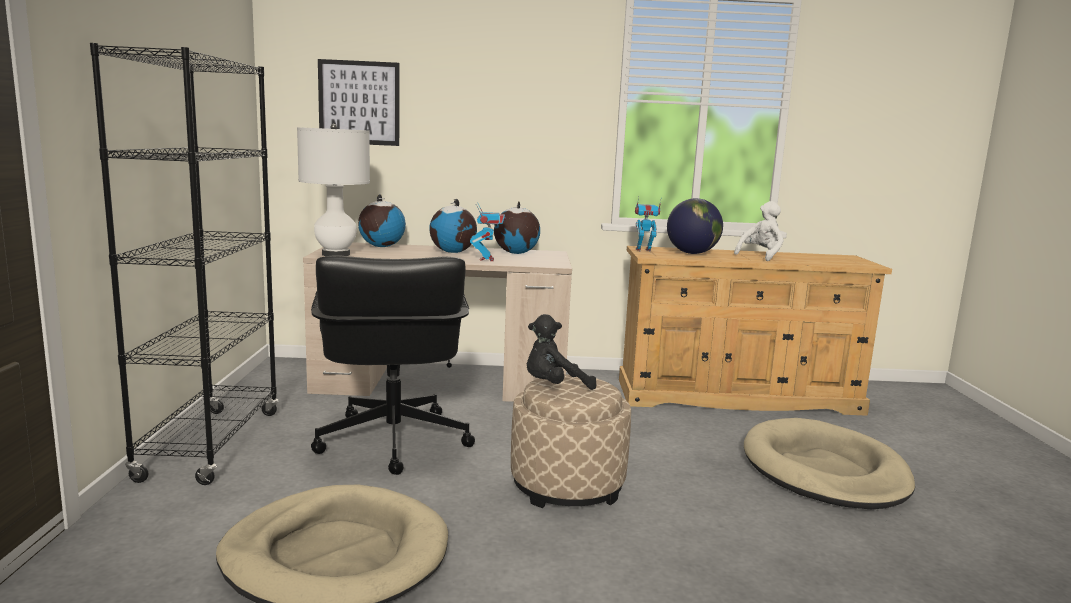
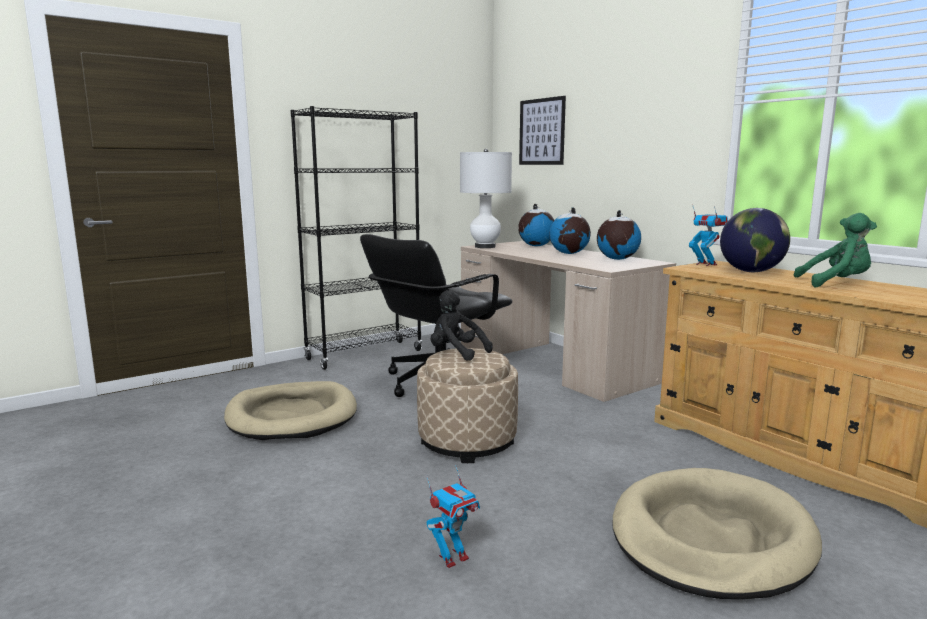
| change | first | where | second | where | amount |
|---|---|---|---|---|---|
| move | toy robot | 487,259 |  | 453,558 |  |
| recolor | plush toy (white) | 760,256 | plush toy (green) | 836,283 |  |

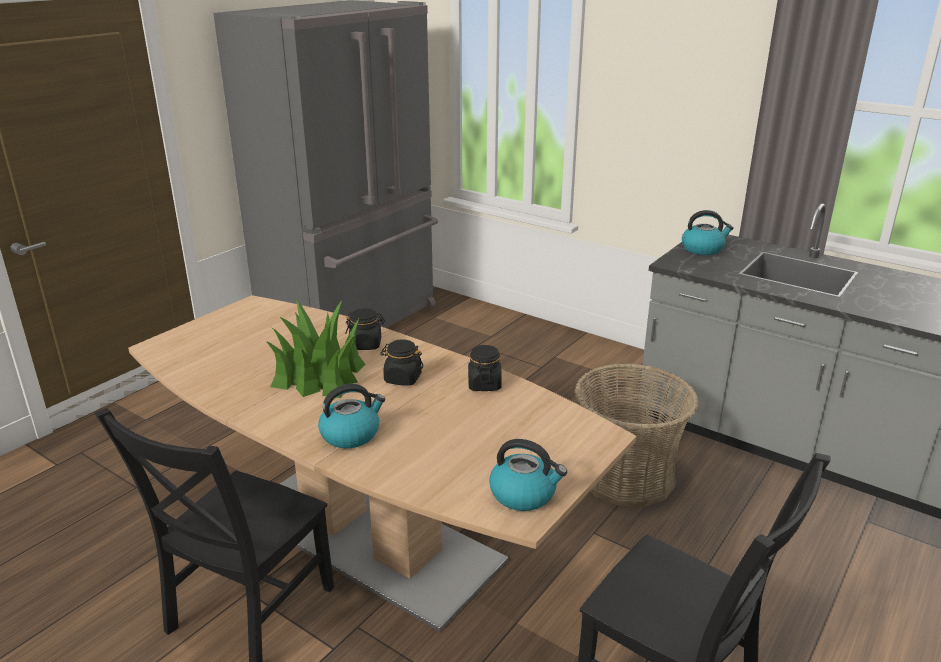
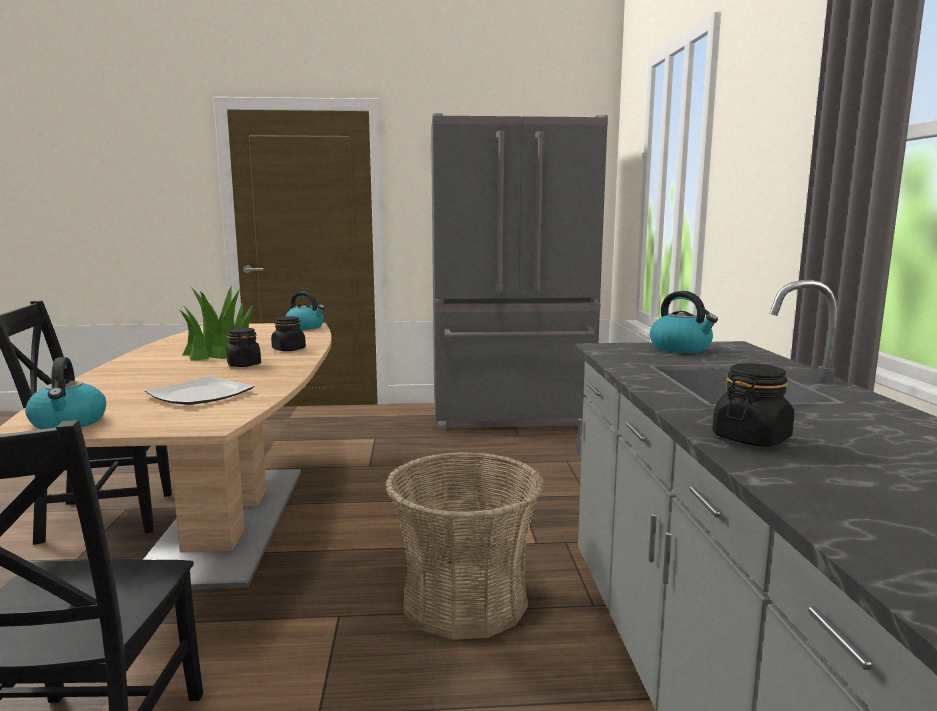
| change | first | where | second | where | amount |
|---|---|---|---|---|---|
| insert |  |  | plate | 202,395 |  |
| move | kettle | 351,434 |  | 305,327 |  |
| move | jar (black) | 484,384 |  | 751,438 |  |

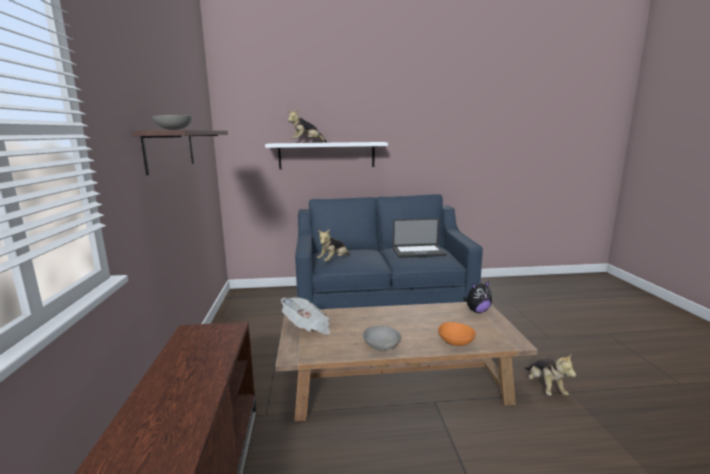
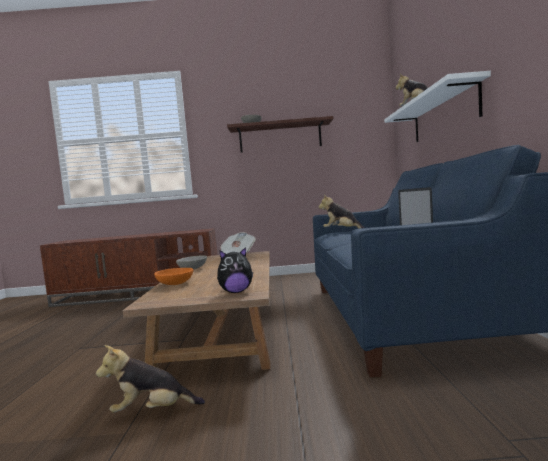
| change | first | where | second | where | amount |
|---|---|---|---|---|---|
| rotate | plush toy | 477,311 |  | 236,292 | 90 degrees counterclockwise |

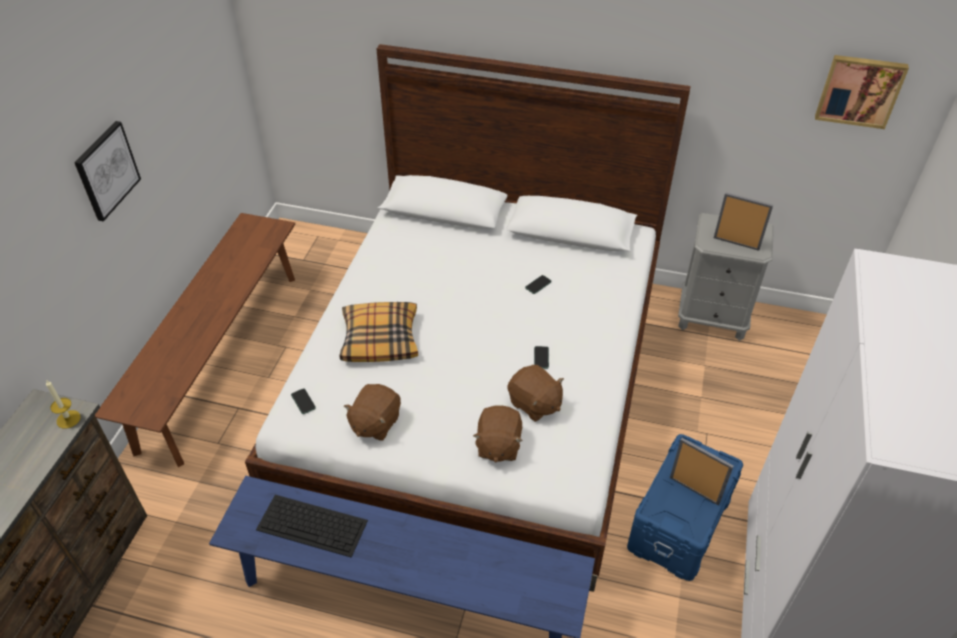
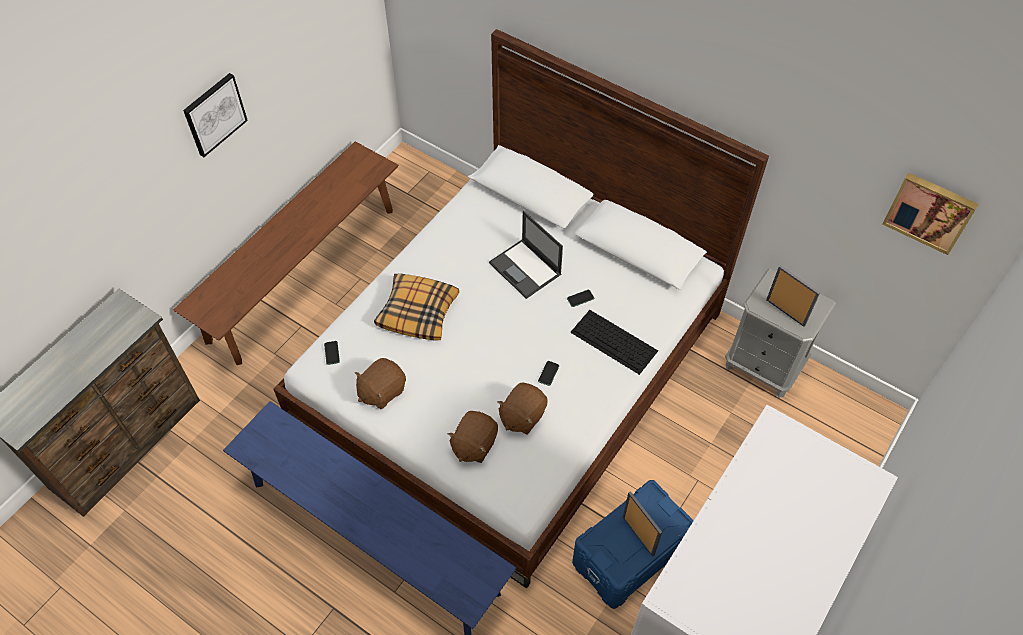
| change | first | where | second | where | amount |
|---|---|---|---|---|---|
| delete | candle | 68,419 |  |  |  |
| insert |  |  | laptop | 526,269 |  |
| move | keyboard | 313,525 |  | 614,341 |  |
| rotate | plush toy (brown) | 534,404 |  | 522,416 | 60 degrees clockwise |

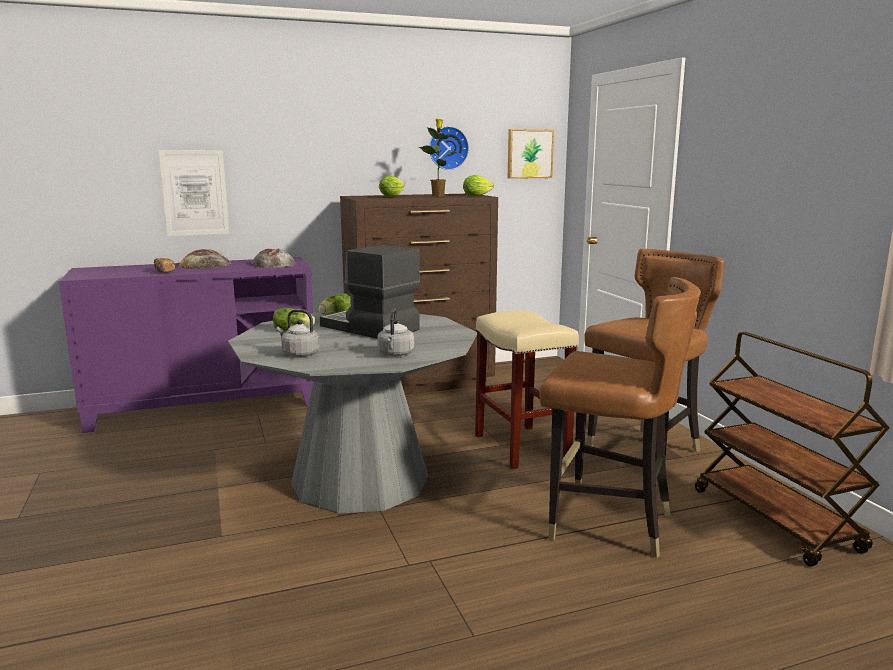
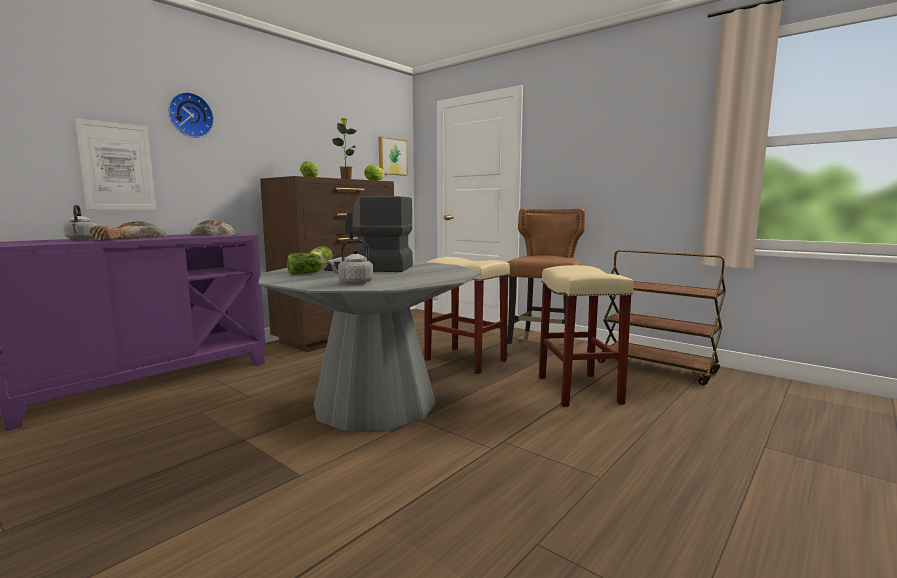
| change | first | where | second | where | amount |
|---|---|---|---|---|---|
| move | kettle (grey) | 395,354 |  | 81,239 |  |
| move | wall clock | 447,148 |  | 190,115 |  |
| replace | chair (brown) | 608,523 | stool (beige) | 579,390 |  |

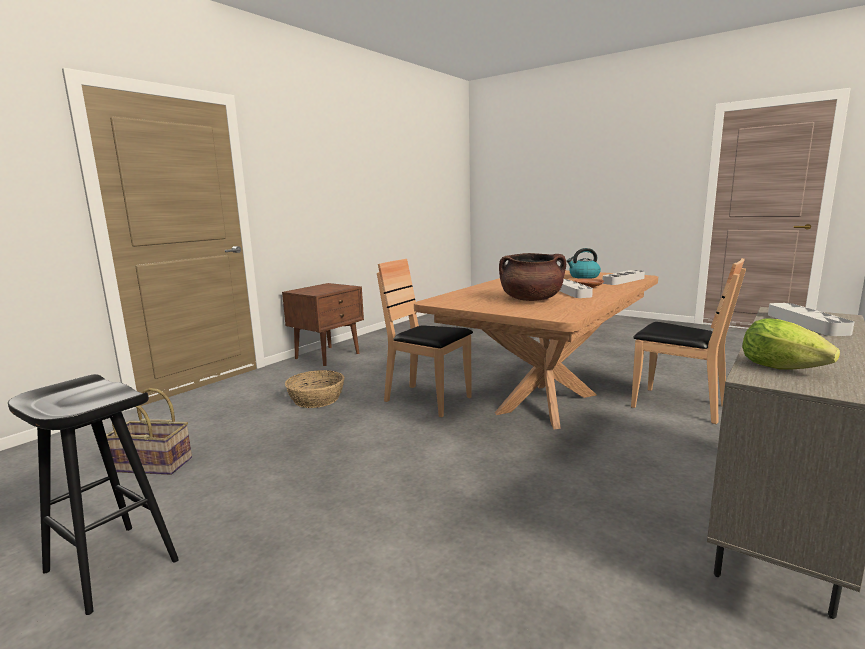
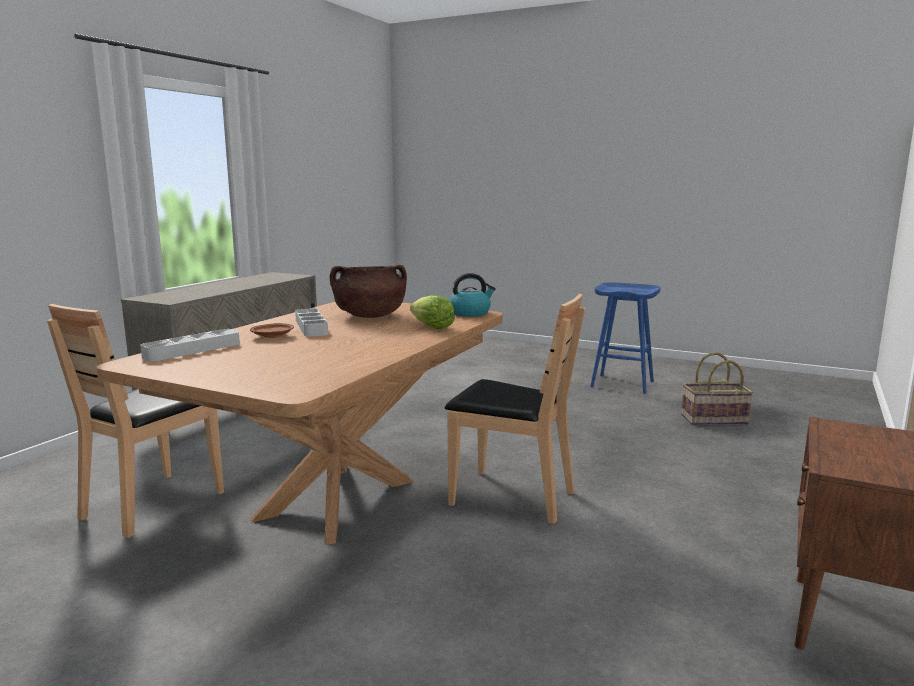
| change | first | where | second | where | amount |
|---|---|---|---|---|---|
| delete | basket | 316,399 |  |  |  |
| delete | tray (grey) | 806,324 |  |  |  |
| move | kettle | 583,277 |  | 470,313 |  |
| move | lettuce | 780,367 |  | 432,327 |  |
| recolor | stool (black) | 109,566 | stool (blue) | 623,384 |  |
| rotate | chair (brown) | 677,405 |  | 153,504 | 90 degrees counterclockwise |

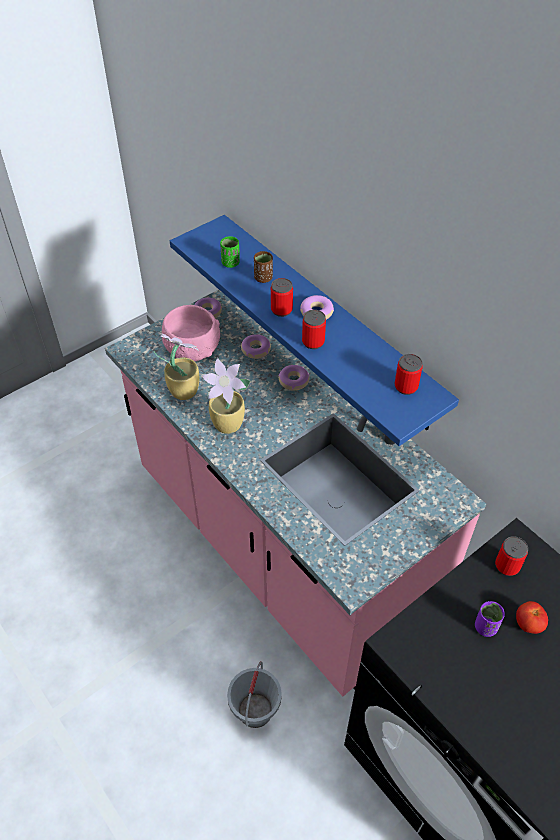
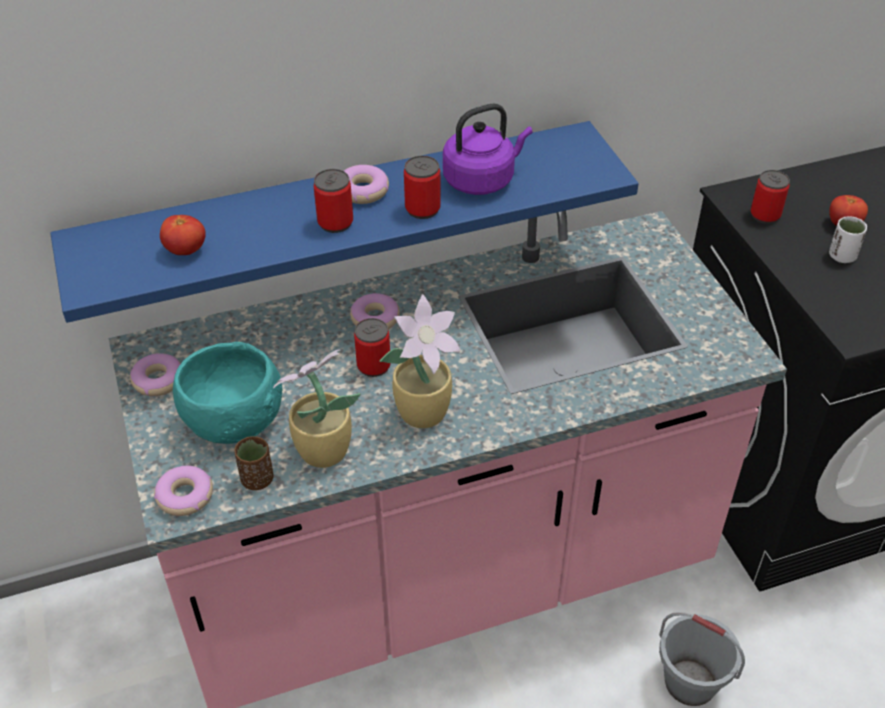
| change | first | where | second | where | amount |
|---|---|---|---|---|---|
| insert |  |  | kettle (purple) | 482,180 |  |
| move | donut | 256,350 |  | 185,496 |  |
| move | cup (brown) | 263,278 |  | 257,479 |  |
| move | can | 406,387 |  | 373,366 |  |
| replace | cup (green) | 230,263 | tomato | 186,251 |  |
| recolor | bowl (pink) | 192,348 | bowl (turquoise) | 232,419 |  |
| recolor | cup (purple) | 485,627 | cup (white) | 842,256 |  |

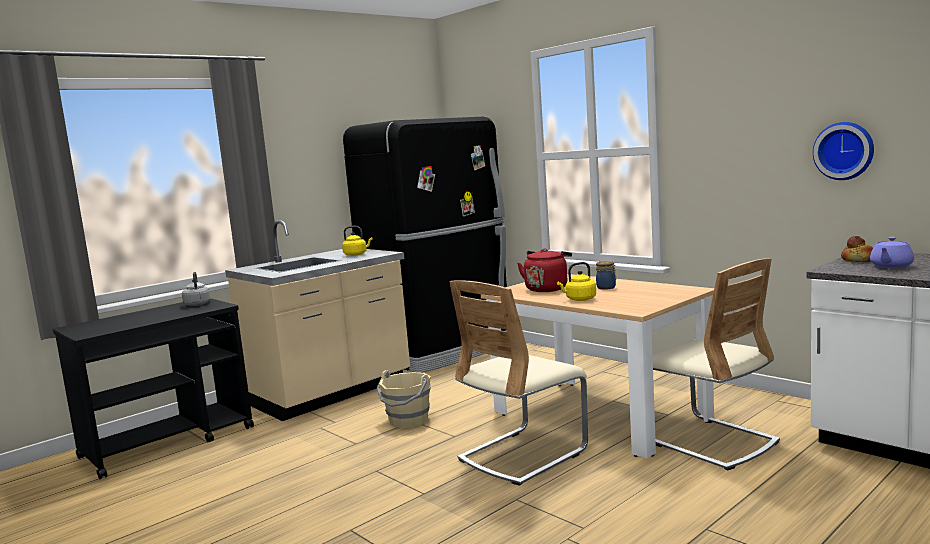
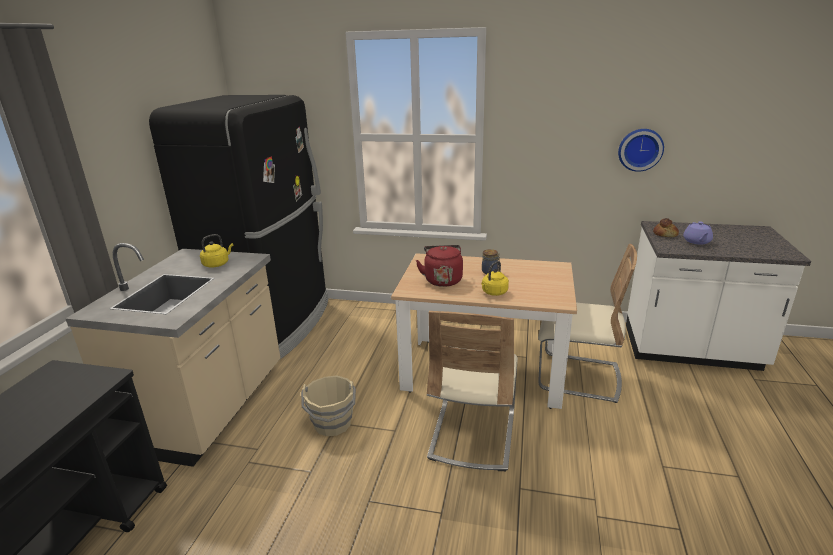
| change | first | where | second | where | amount |
|---|---|---|---|---|---|
| delete | kettle (grey) | 197,304 |  |  |  |

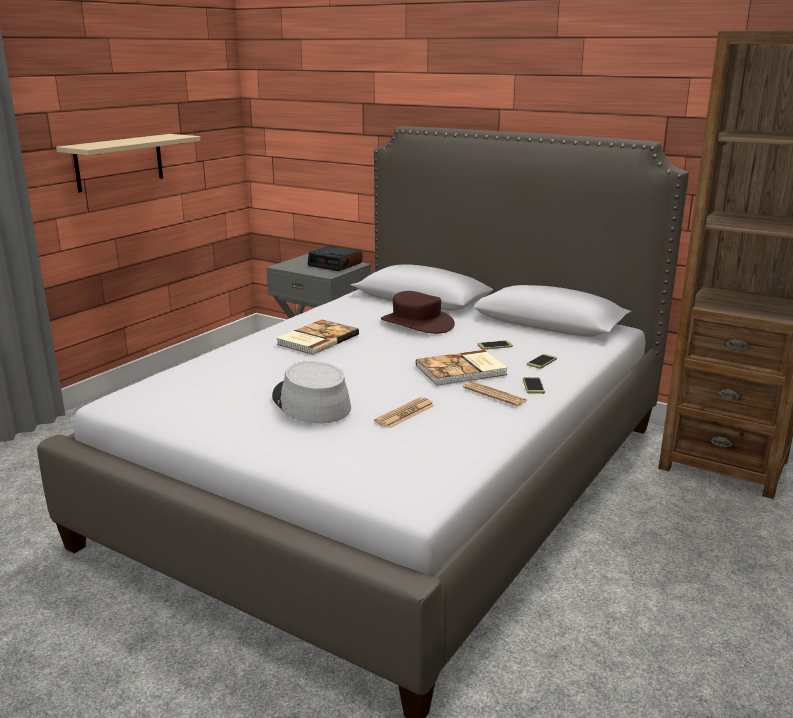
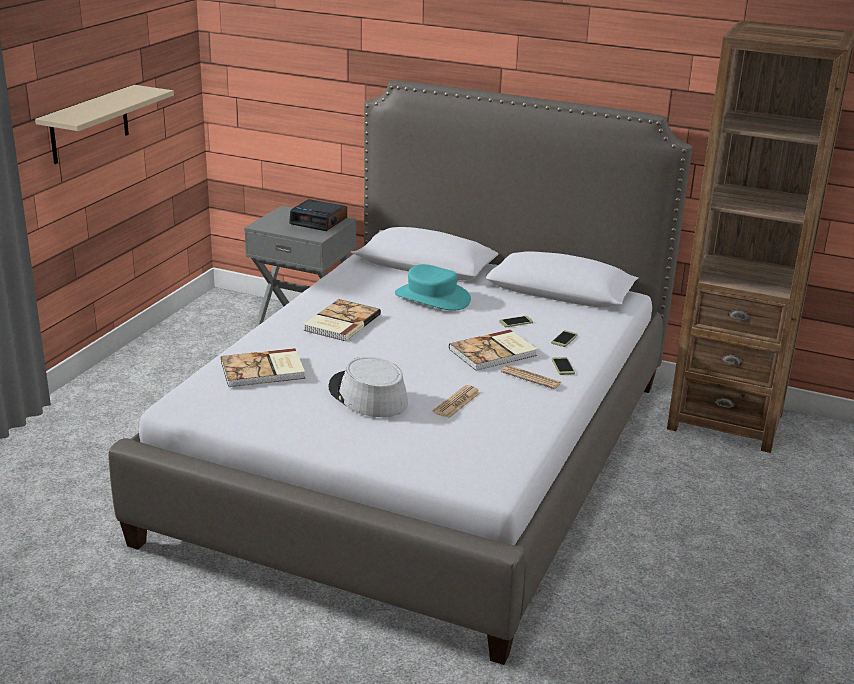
| change | first | where | second | where | amount |
|---|---|---|---|---|---|
| insert |  |  | book | 263,371 |  |
| recolor | hat (brown) | 416,323 | hat (turquoise) | 432,298 |  |

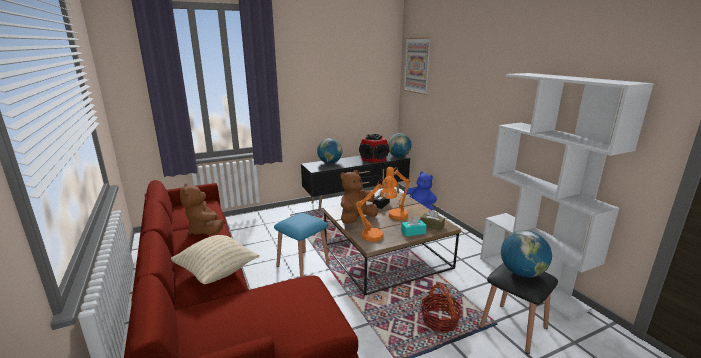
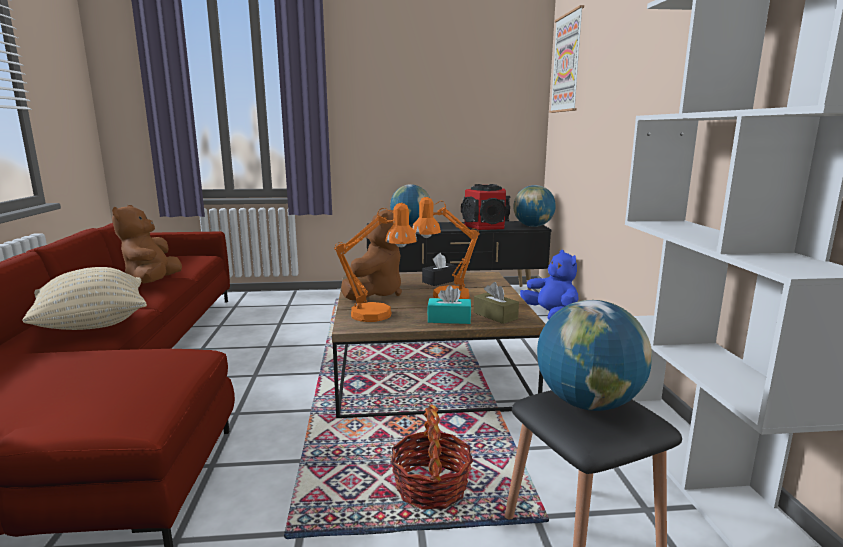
| change | first | where | second | where | amount |
|---|---|---|---|---|---|
| delete | stool (blue) | 303,265 |  |  |  |
| rotate | plush toy (brown) | 357,219 |  | 375,293 | 135 degrees clockwise |

